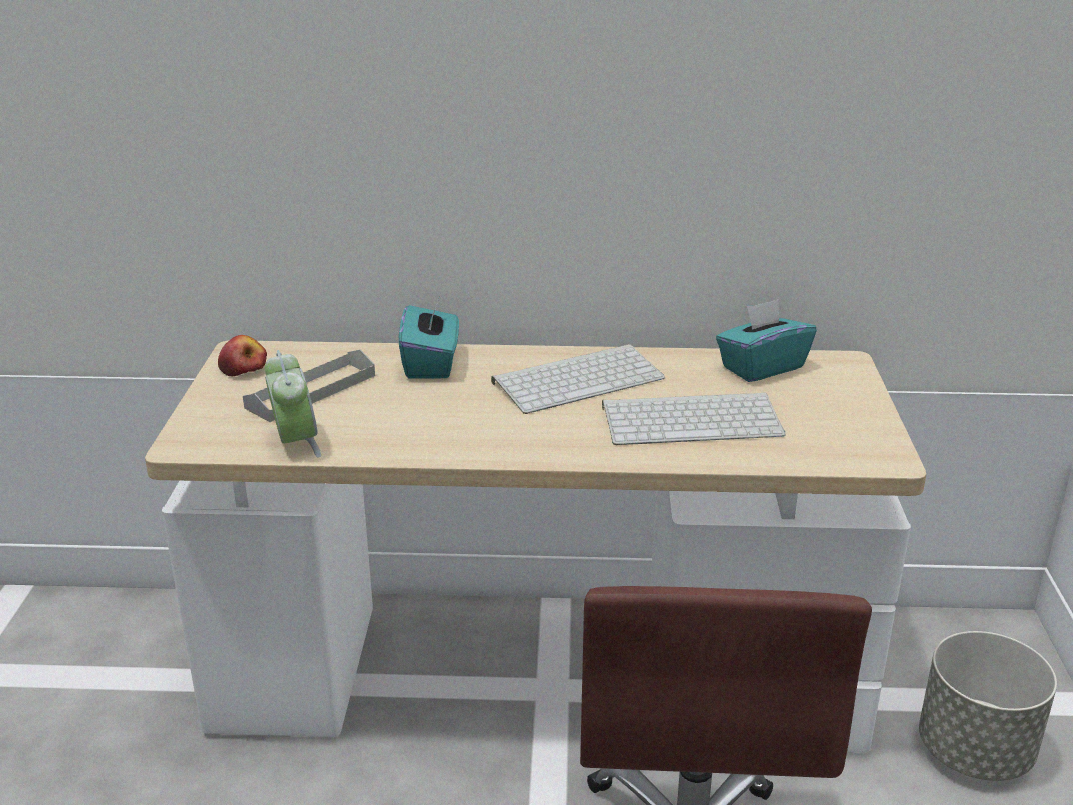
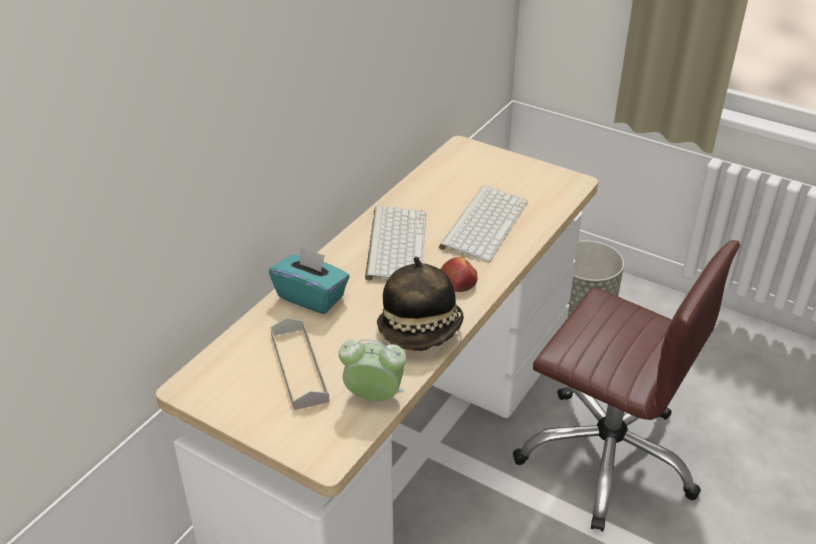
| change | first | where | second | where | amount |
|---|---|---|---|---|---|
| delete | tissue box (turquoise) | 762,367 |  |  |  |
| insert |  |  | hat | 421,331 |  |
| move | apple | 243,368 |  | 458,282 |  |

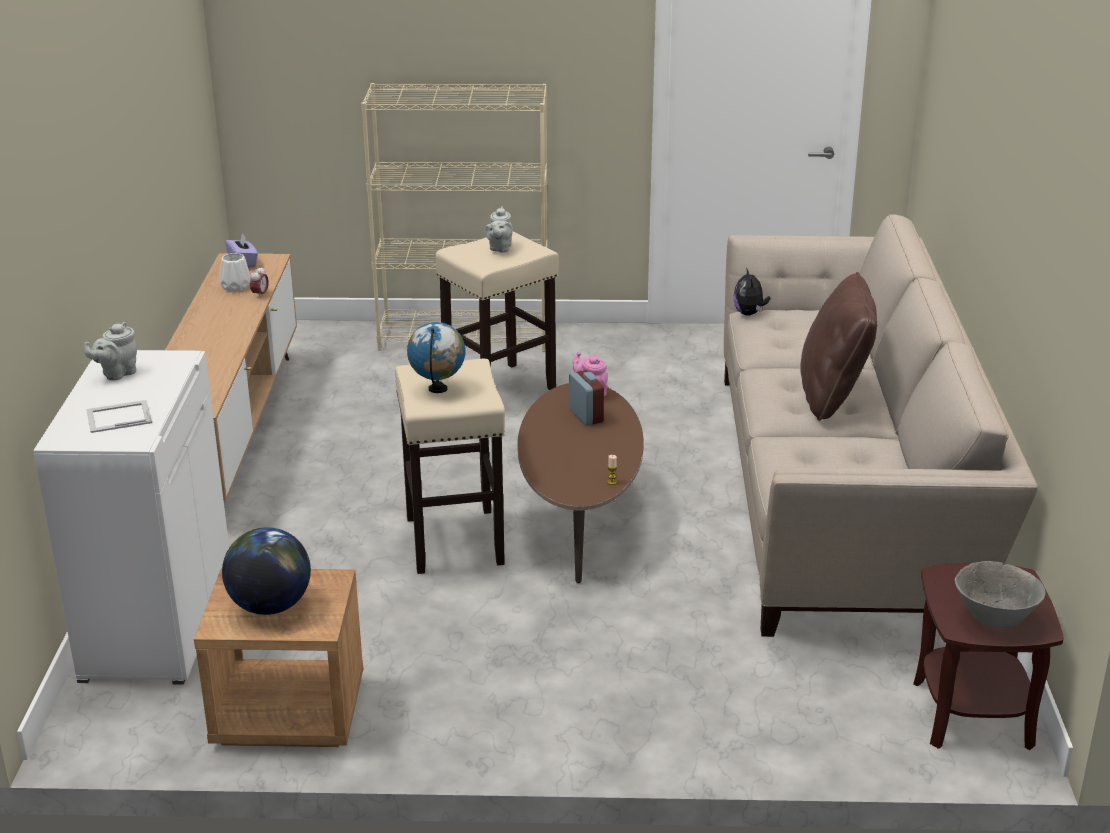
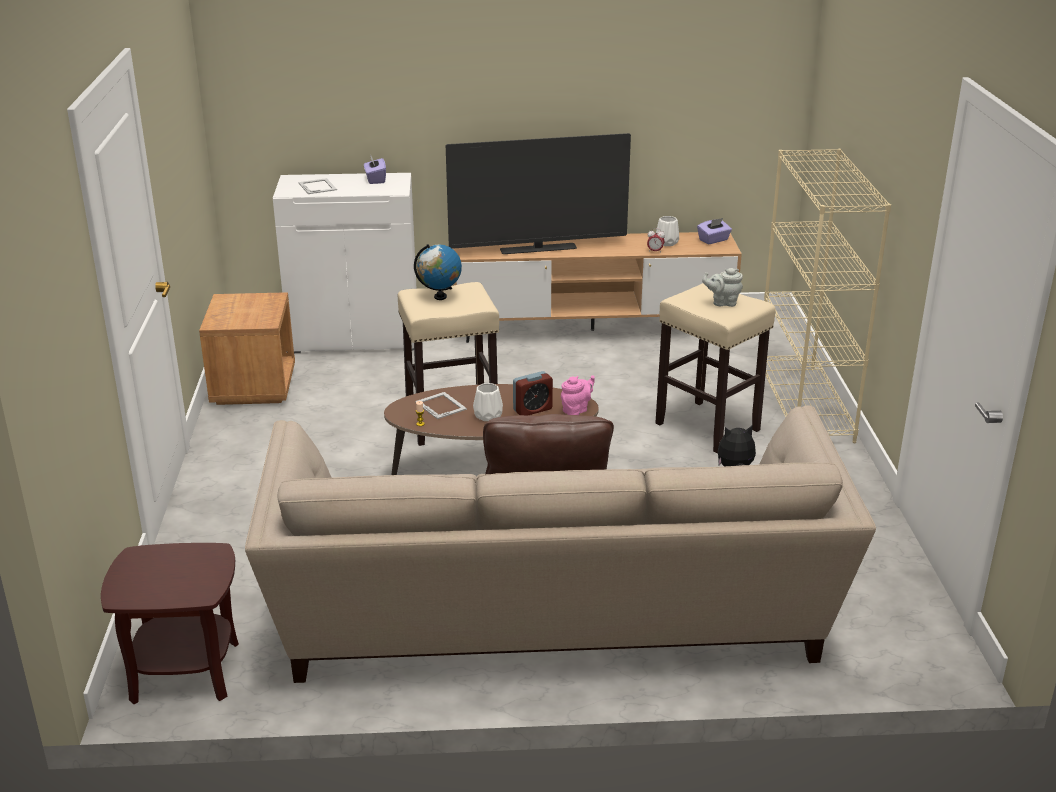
| change | first | where | second | where | amount |
|---|---|---|---|---|---|
| delete | globe | 270,606 |  |  |  |
| delete | bowl (grey) | 994,619 |  |  |  |
| insert |  |  | picture frame | 440,405 |  |
| insert |  |  | television | 538,249 |  |
| insert |  |  | vase (white) | 487,416 |  |
| replace | teapot (grey) | 117,374 | tissue box (purple) | 375,180 |  |

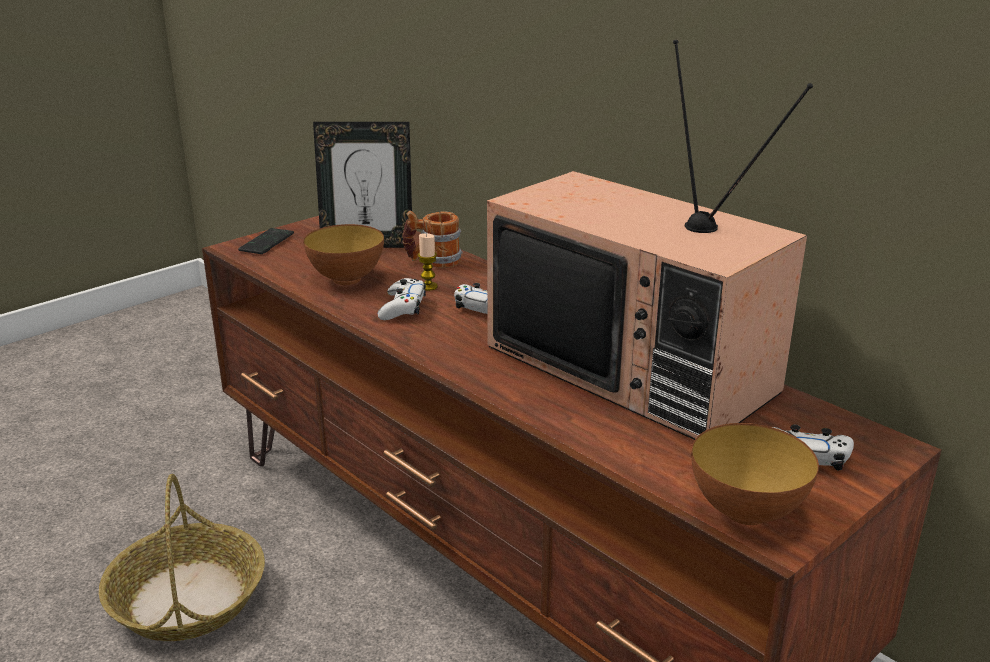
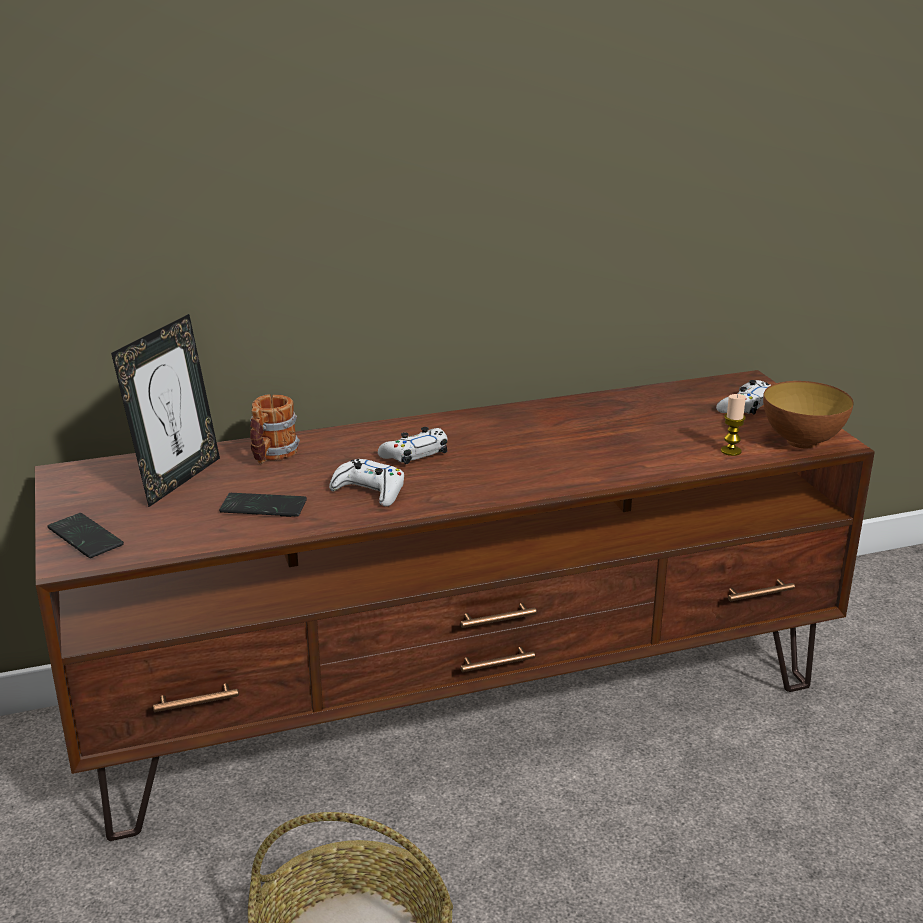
| change | first | where | second | where | amount |
|---|---|---|---|---|---|
| delete | television | 636,368 |  |  |  |
| move | candle | 428,286 |  | 731,451 |  |
| replace | bowl | 347,279 | phone | 263,507 |  |

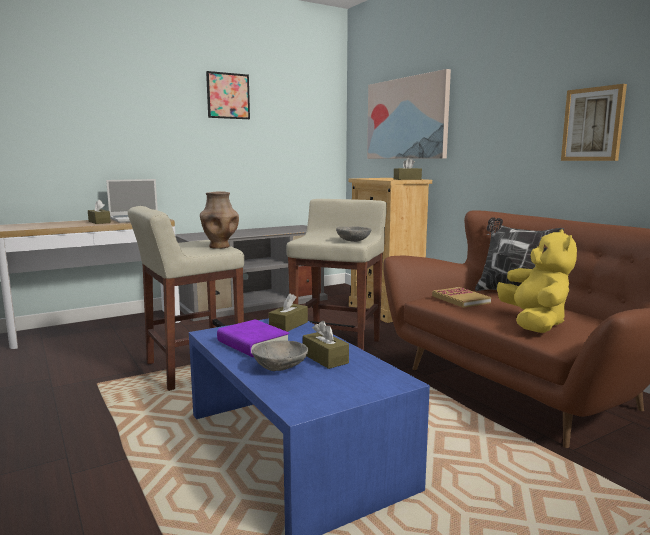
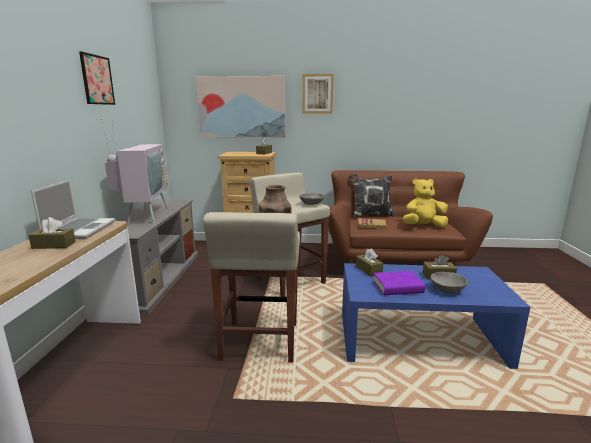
| change | first | where | second | where | amount |
|---|---|---|---|---|---|
| insert |  |  | television | 144,216 |  |
| move | picture | 593,124 |  | 317,94 |  |
| rotate | plush toy (yellow) | 534,323 |  | 423,226 | 45 degrees counterclockwise |

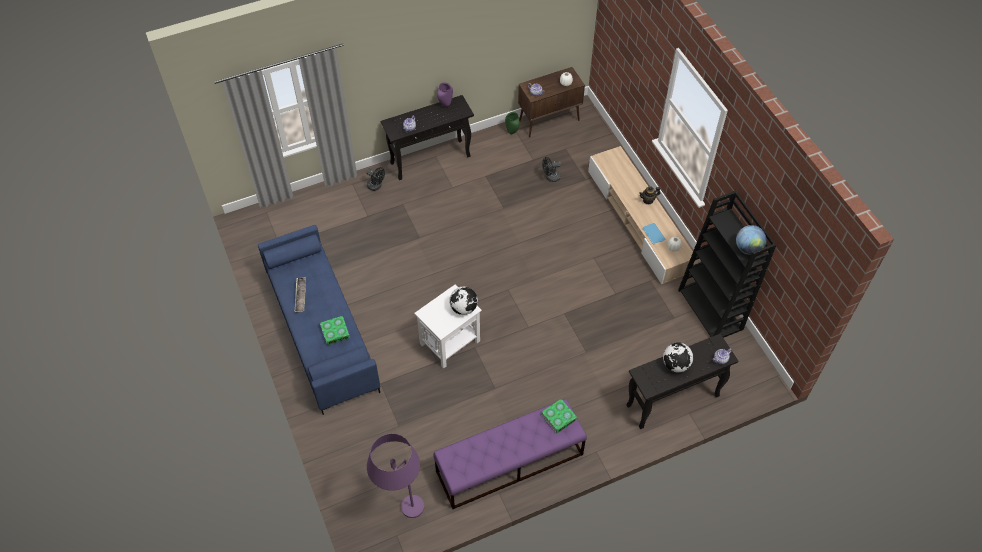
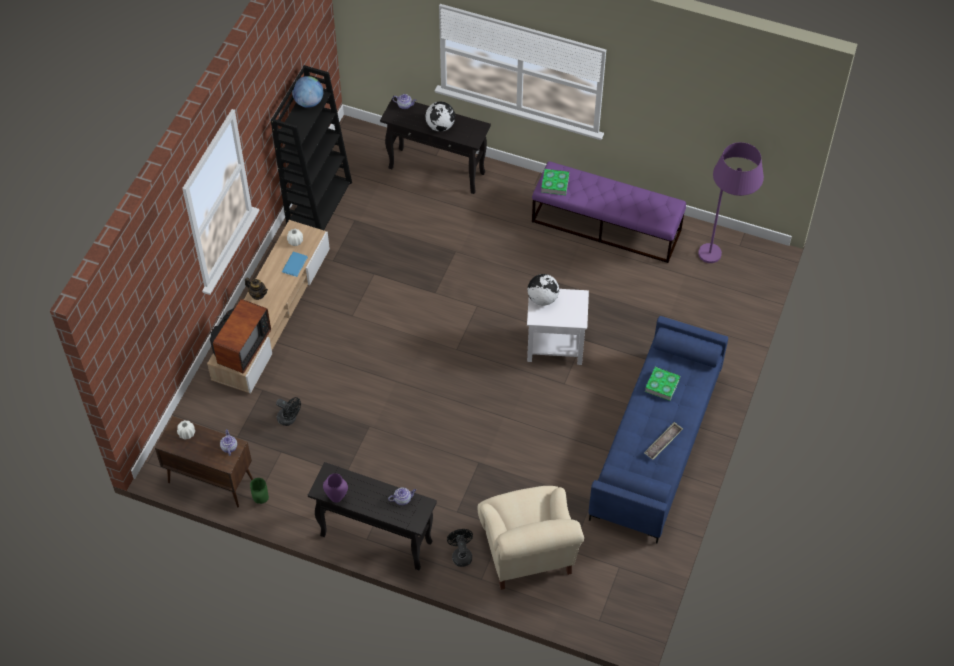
| change | first | where | second | where | amount |
|---|---|---|---|---|---|
| insert |  |  | television | 240,347 |  |
| insert |  |  | armchair (beige) | 527,553 |  |

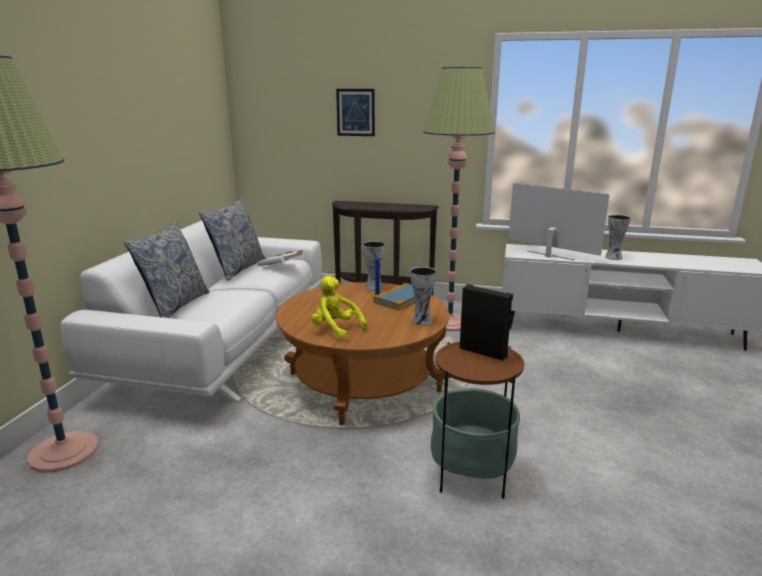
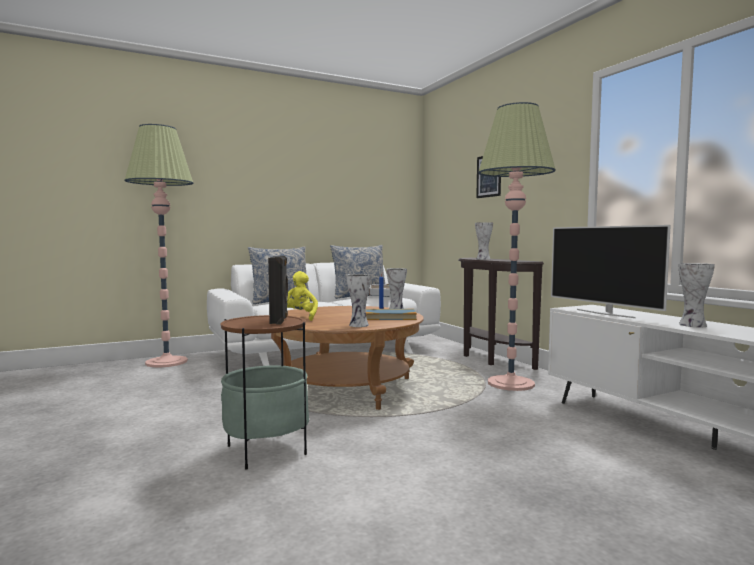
| change | first | where | second | where | amount |
|---|---|---|---|---|---|
| insert |  |  | vase | 482,259 |  |
| rotate | television | 549,256 |  | 605,313 | 150 degrees clockwise |

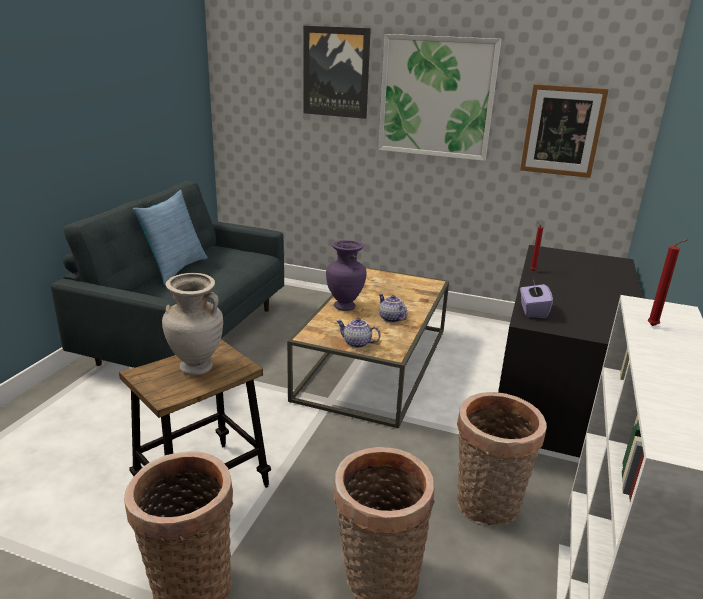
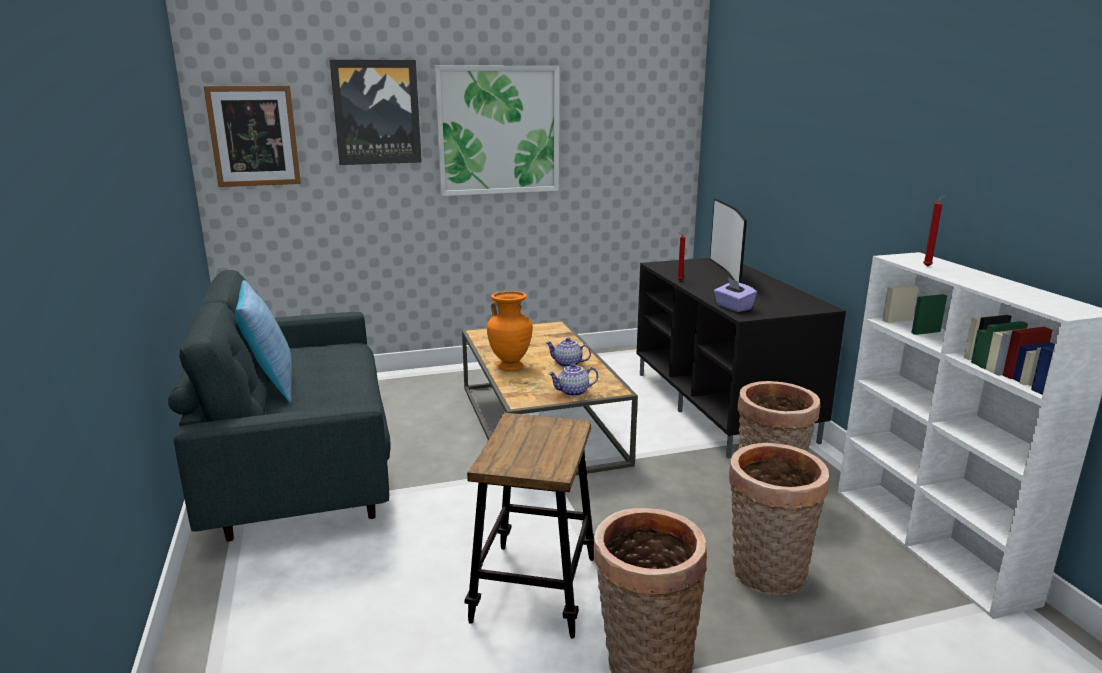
| change | first | where | second | where | amount |
|---|---|---|---|---|---|
| delete | vase (beige) | 196,369 |  |  |  |
| insert |  |  | television | 728,273 |  |
| move | picture | 562,131 |  | 254,136 |  |
| recolor | vase (purple) | 345,306 | vase (orange) | 510,367 |  |

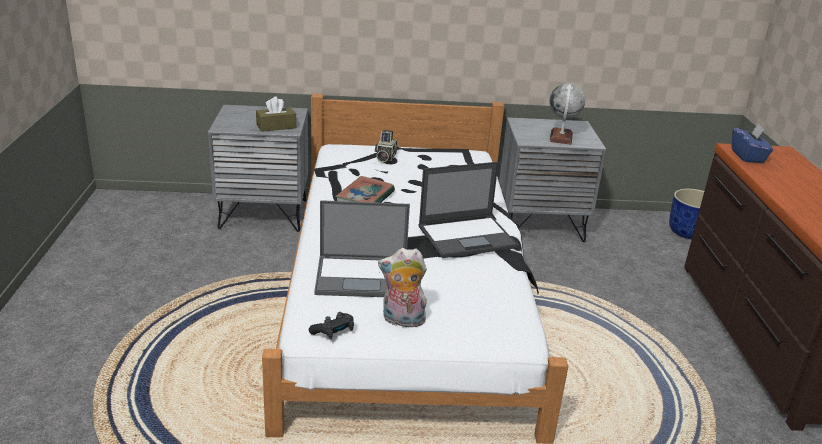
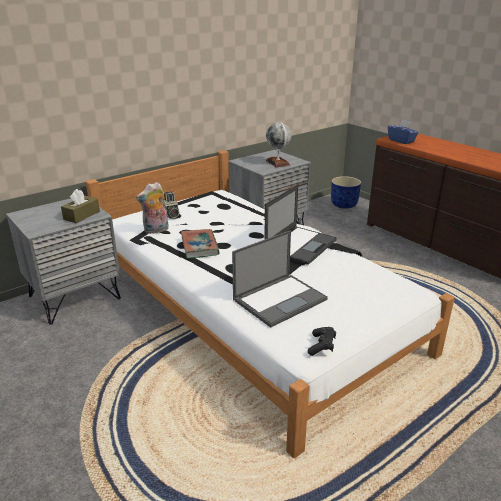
| change | first | where | second | where | amount |
|---|---|---|---|---|---|
| move | plush toy | 402,321 |  | 156,230 |  |

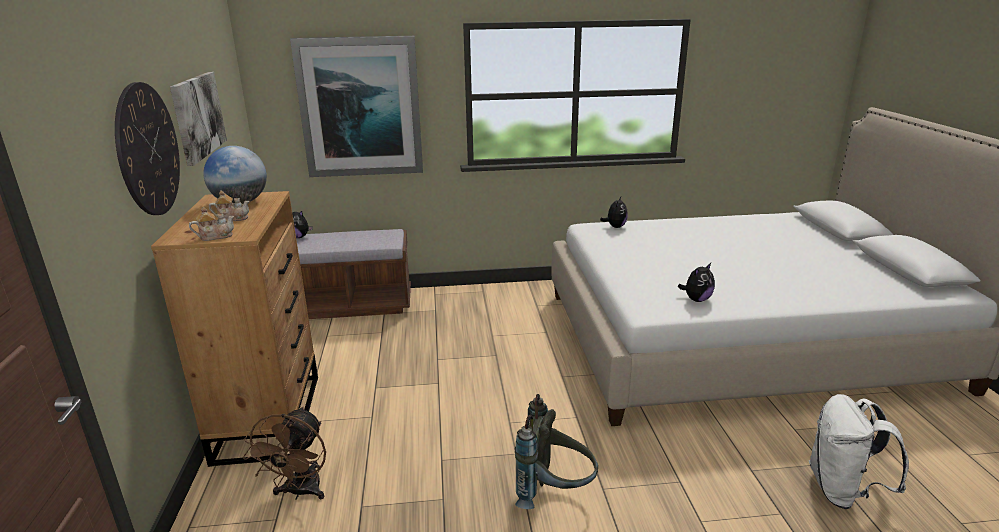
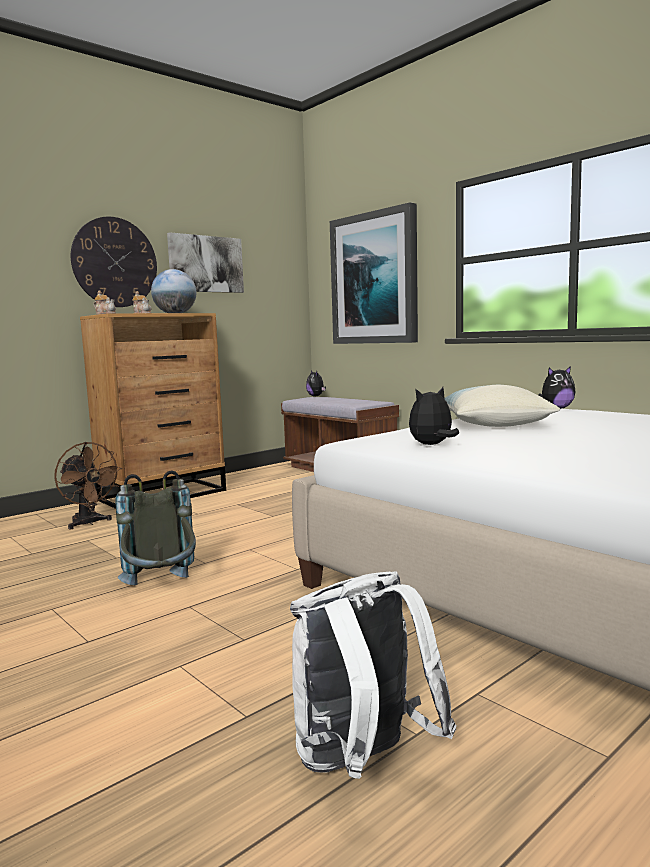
| change | first | where | second | where | amount |
|---|---|---|---|---|---|
| insert |  |  | pillow | 493,424 |  |
| rotate | fan (brown) | 300,492 |  | 89,523 | 105 degrees counterclockwise |
| rotate | plush toy | 696,299 |  | 432,445 | 135 degrees clockwise |

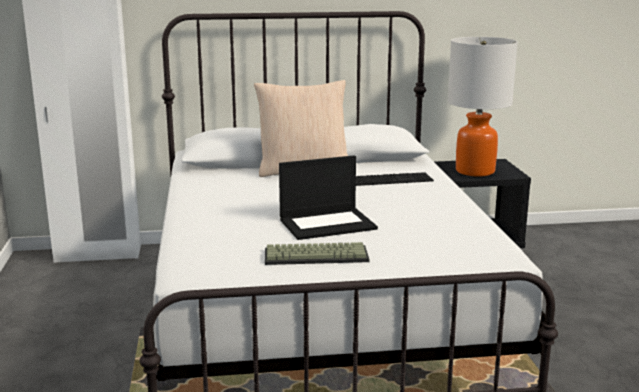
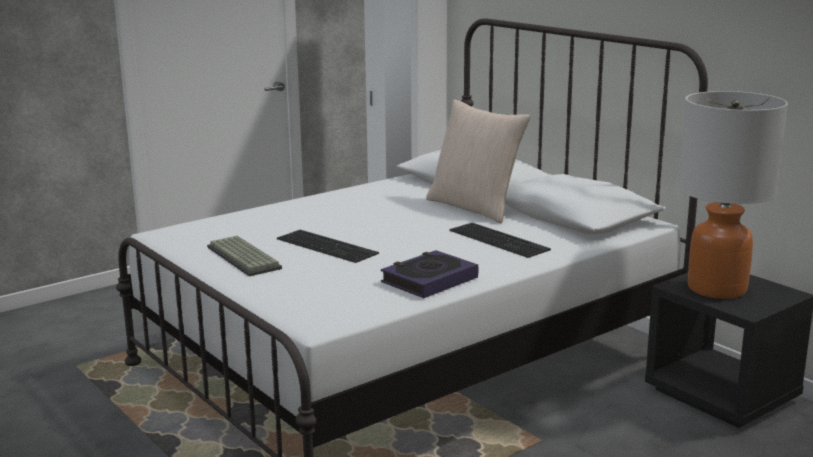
| change | first | where | second | where | amount |
|---|---|---|---|---|---|
| insert |  |  | book | 429,280 |  |
| replace | laptop | 328,224 | keyboard | 329,245 |  |

